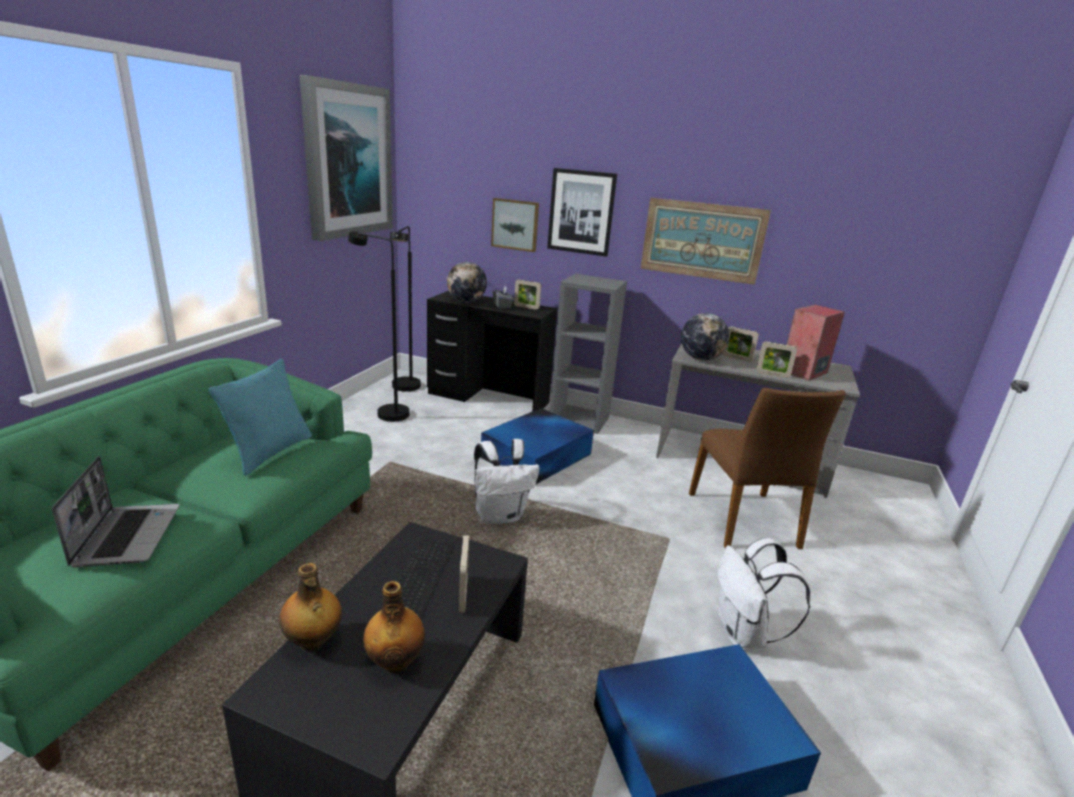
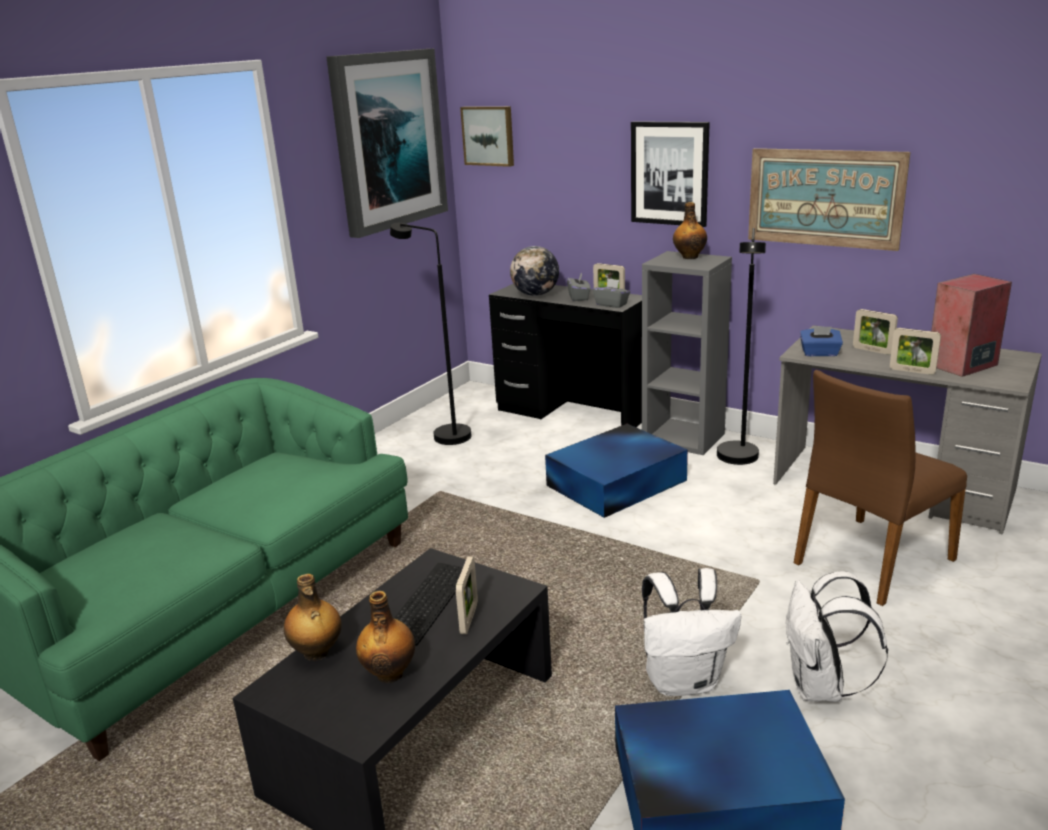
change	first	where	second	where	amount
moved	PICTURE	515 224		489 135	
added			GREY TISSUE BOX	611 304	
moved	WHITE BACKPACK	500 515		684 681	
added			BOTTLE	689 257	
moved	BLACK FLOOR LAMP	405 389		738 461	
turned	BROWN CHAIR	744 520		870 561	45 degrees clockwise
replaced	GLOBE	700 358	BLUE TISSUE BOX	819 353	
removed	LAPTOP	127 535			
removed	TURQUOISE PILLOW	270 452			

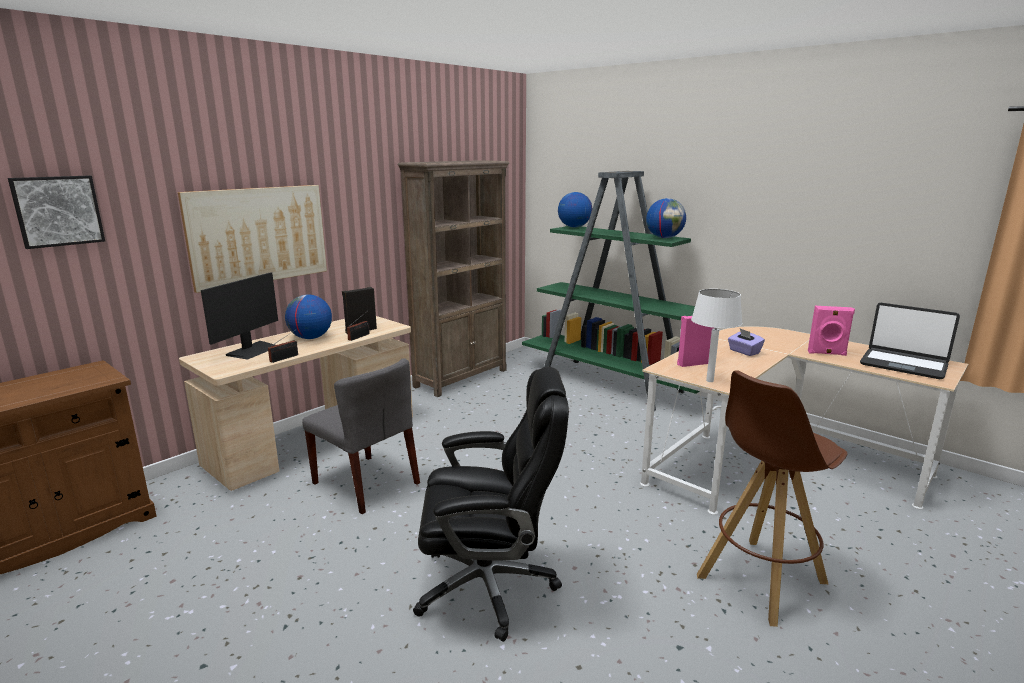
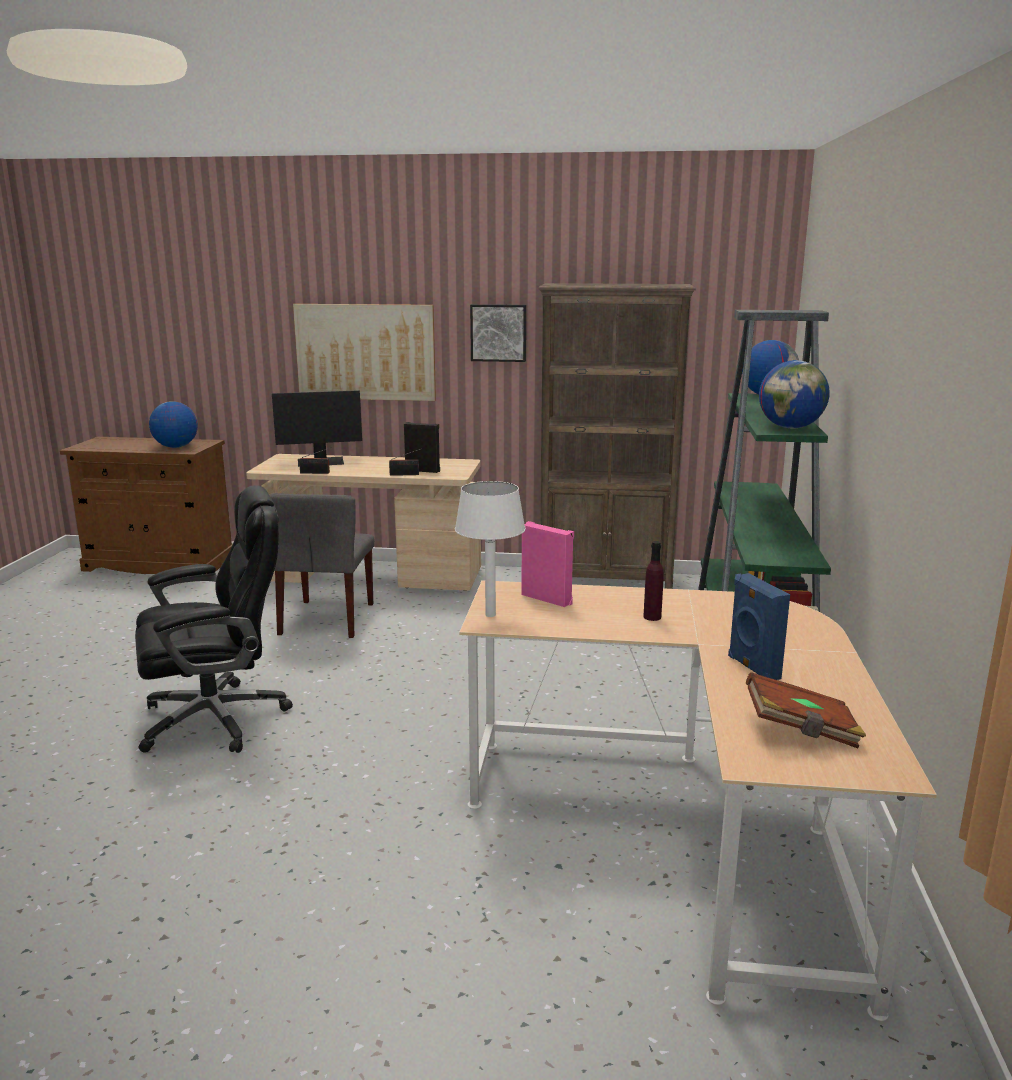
change	first	where	second	where	amount
turned	BLACK OFFICE CHAIR	490 585		217 718	75 degrees counterclockwise
moved	GLOBE	310 338		175 447	
moved	PICTURE	58 211		498 332	
replaced	PURPLE TISSUE BOX	744 352	PURPLE BOTTLE	652 617	
recoloured	PINK SPEAKER	827 353	BLUE SPEAKER	752 668	
replaced	LAPTOP	903 364	BROWN BOOK	801 730	
removed	BROWN STOOL	760 580			

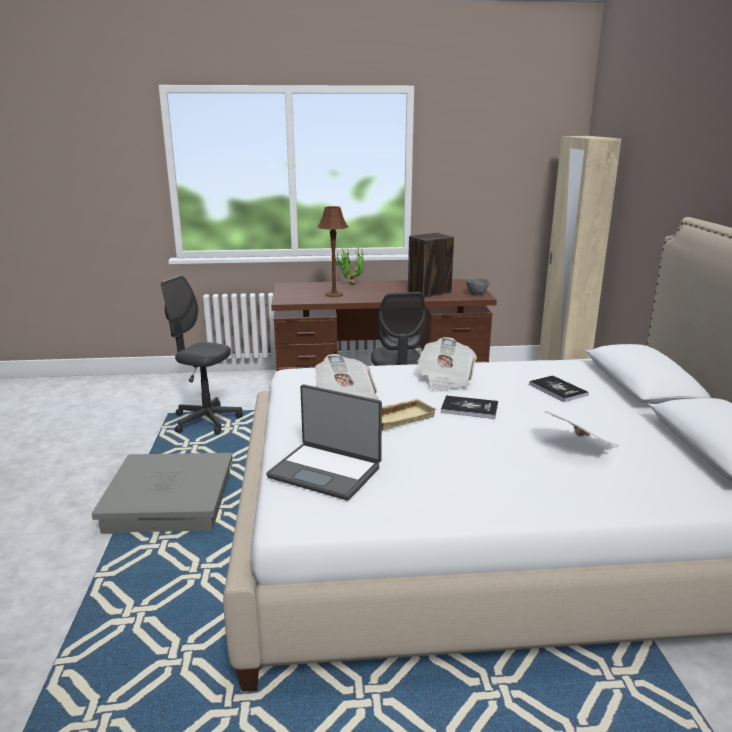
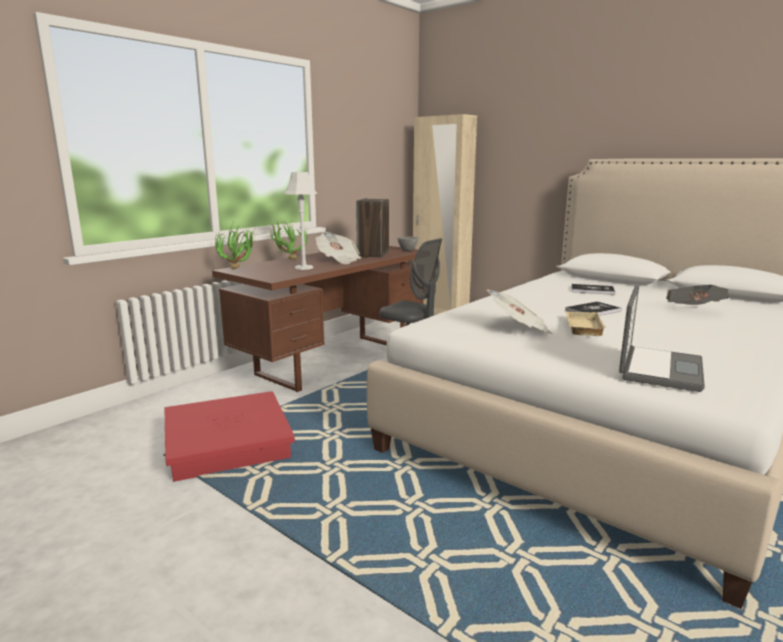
change	first	where	second	where	amount
replaced	GREY OFFICE CHAIR	206 421	RED STORAGE BOX	227 443	
added			POTTED PLANT	240 269	
recoloured	BROWN TABLE LAMP	334 294	GREY TABLE LAMP	304 267	
moved	NEWSPAPER	445 380		338 260	
turned	LAPTOP	326 471		658 369	45 degrees counterclockwise
removed	GREY STORAGE BOX	171 501			

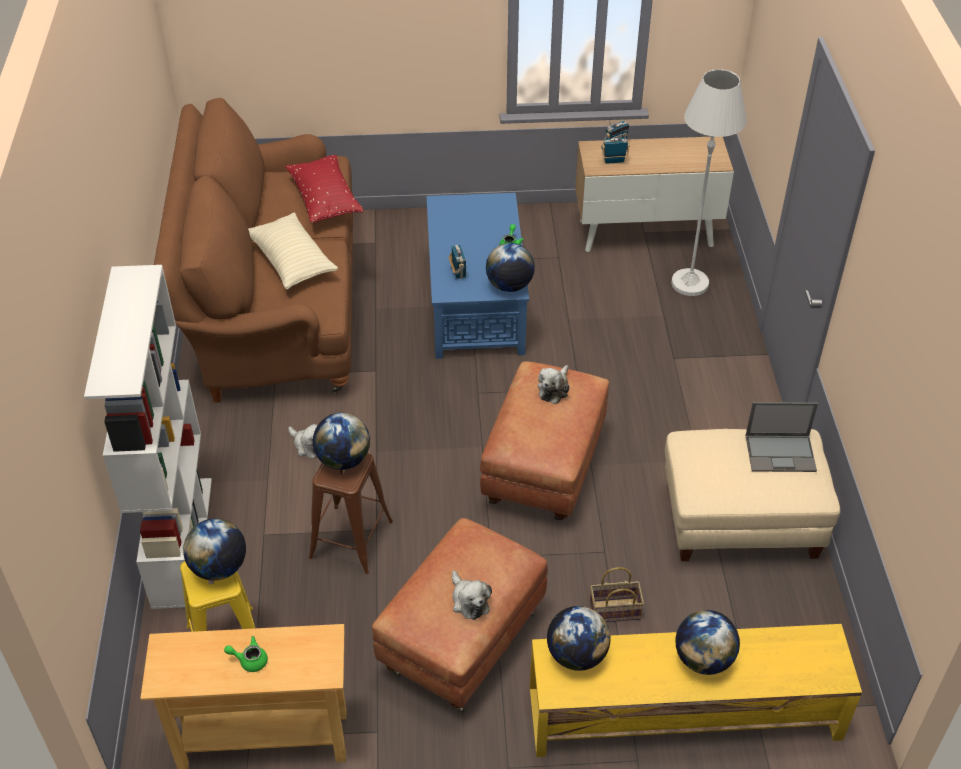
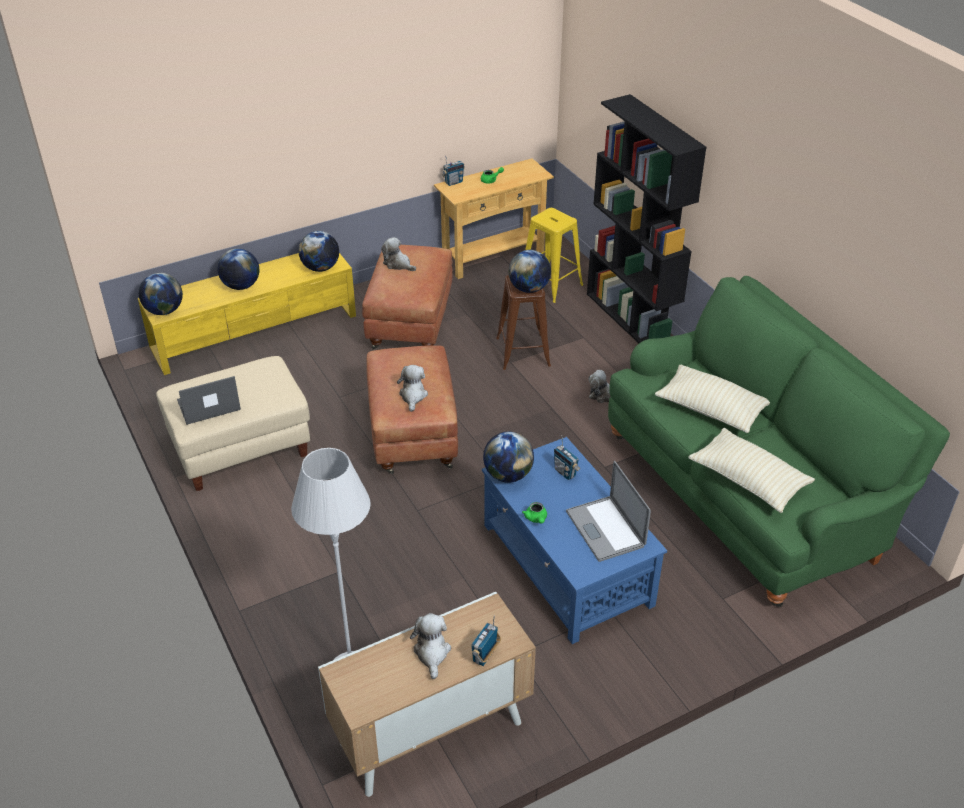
change	first	where	second	where	amount
moved	GLOBE	219 567		164 311	
added			PLUSH TOY	432 652	
moved	RADIO	614 161		453 182	
added			LAPTOP	605 528	
recoloured	WHITE BOOKCASE	181 541	BLACK BOOKCASE	632 319	
recoloured	BROWN SOFA	273 306	GREEN SOFA	747 493	
recoloured	RED PILLOW	325 199	BEIGE PILLOW	748 480	
removed	BASKET	613 612			

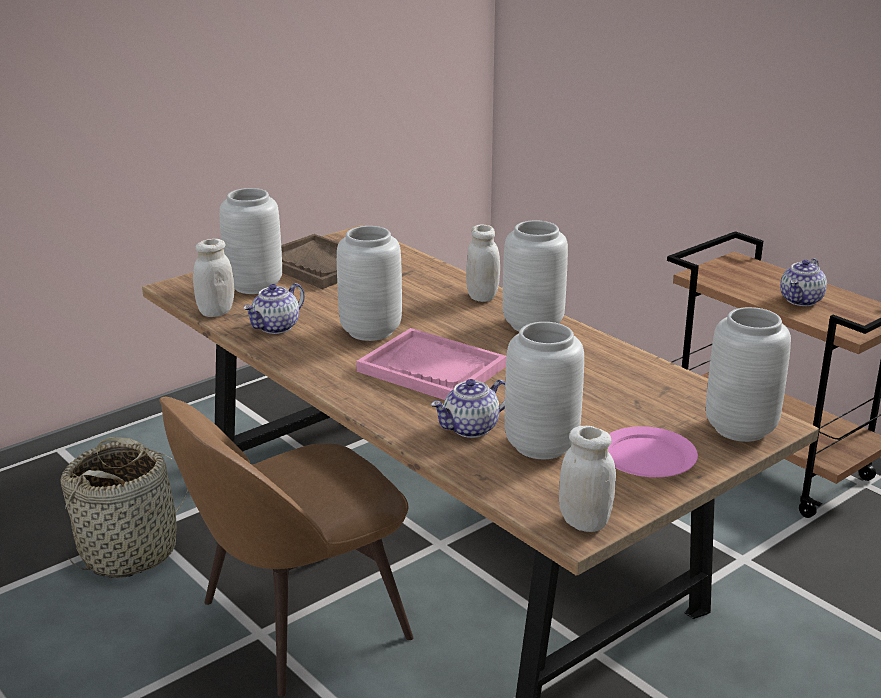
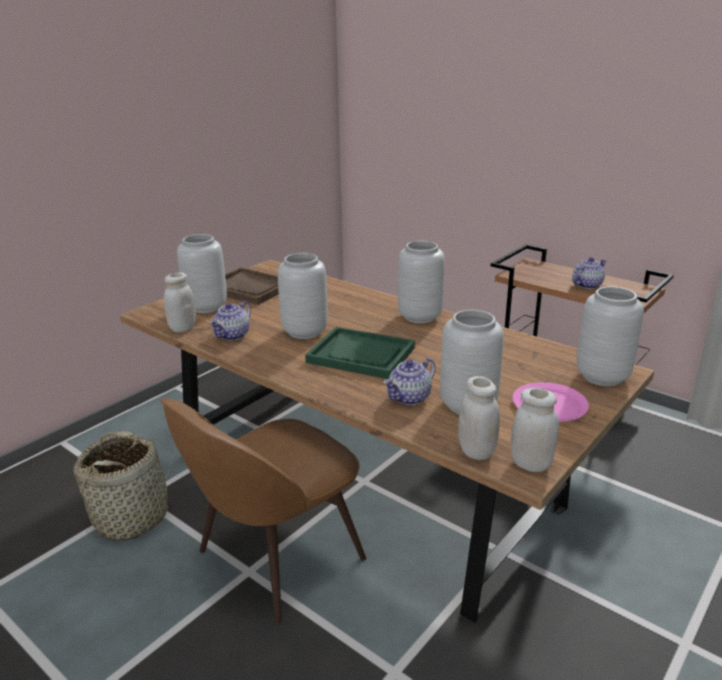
change	first	where	second	where	amount
recoloured	PINK TRAY	432 369	GREEN TRAY	361 355	
moved	WHITE JAR	482 297		476 451	
turned	TEAPOT	801 300		587 285	150 degrees counterclockwise

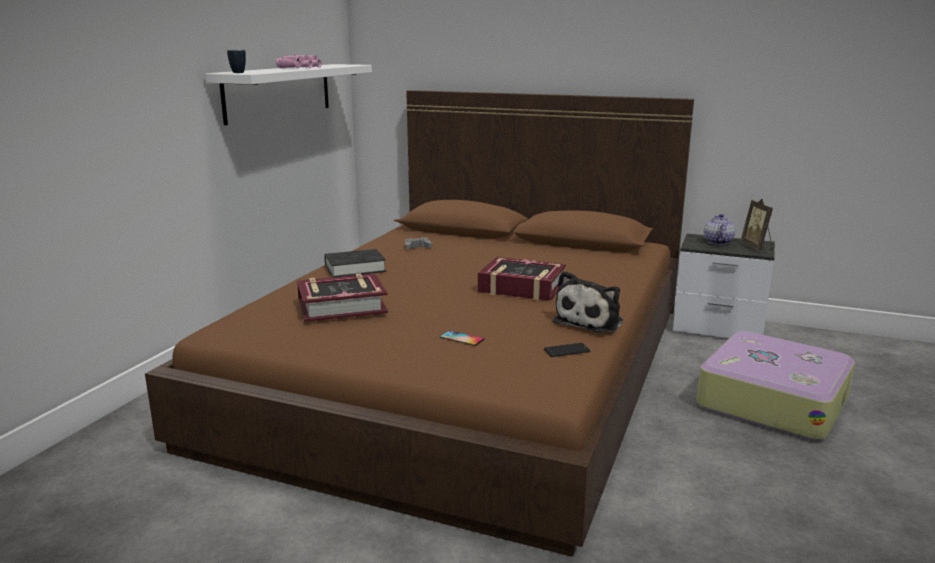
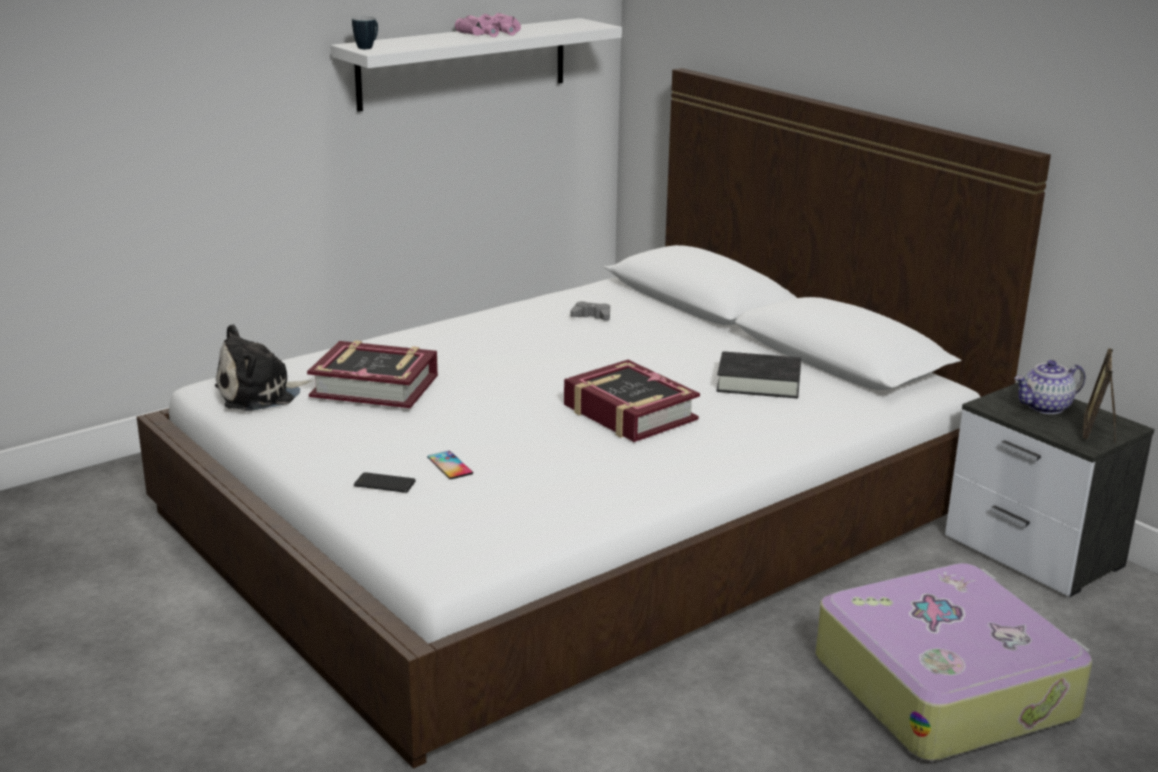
change	first	where	second	where	amount
recoloured	BROWN BED	468 368	WHITE BED	580 507	
moved	PLUSH TOY	591 321		261 394	
moved	PHONE	567 350		384 483	
moved	BLACK BOOK	355 268		758 382	
turned	TEAPOT	717 242		1045 407	150 degrees counterclockwise

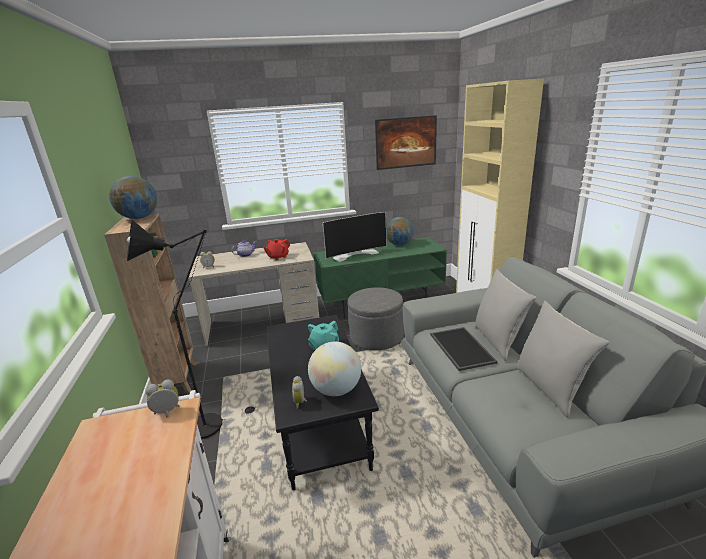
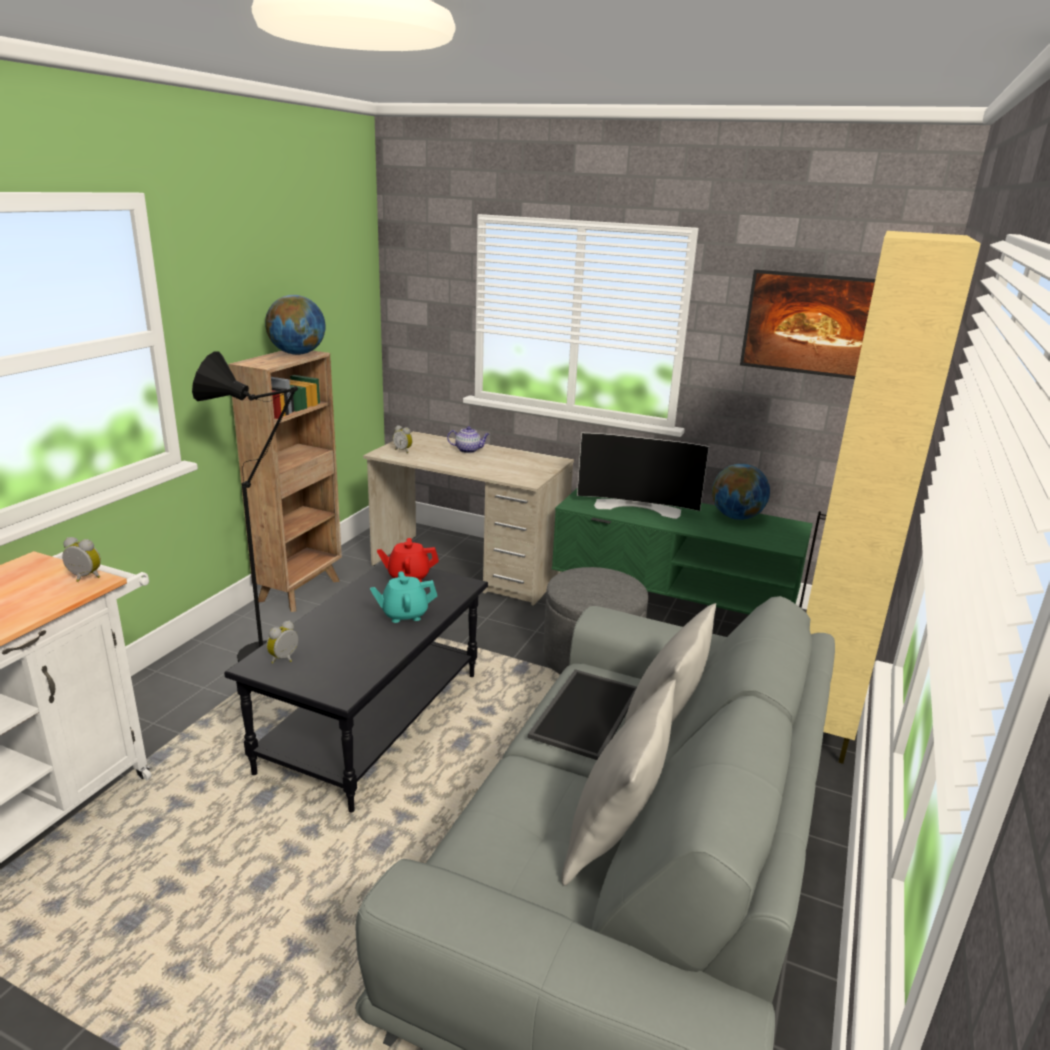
change	first	where	second	where	amount
moved	RED TEAPOT	278 257		408 577	
removed	GLOBE	336 390			

